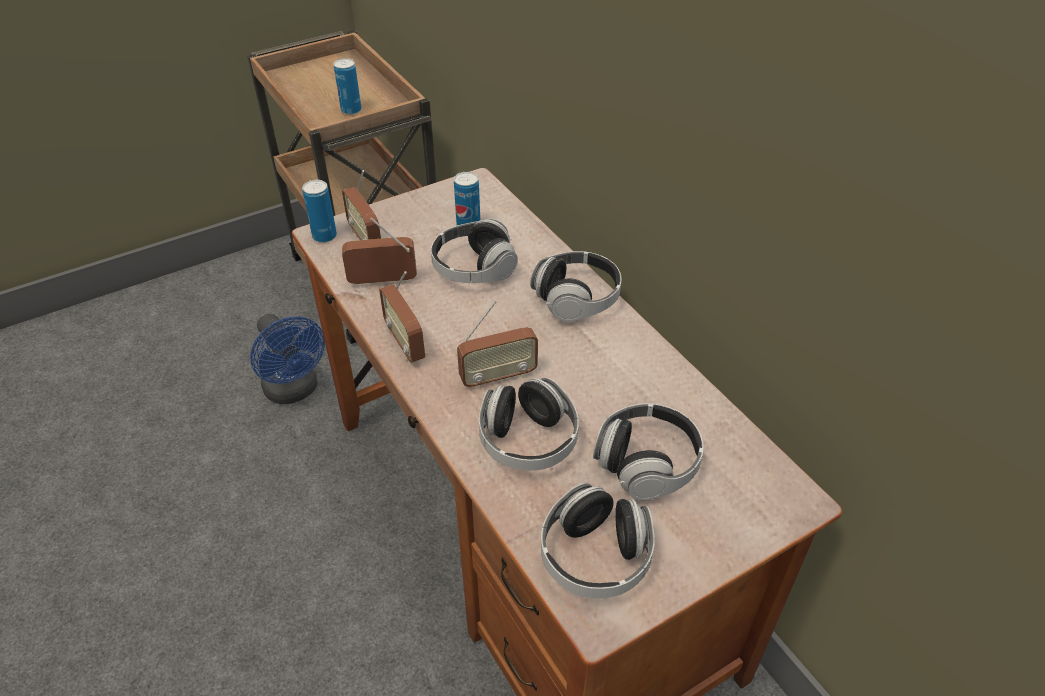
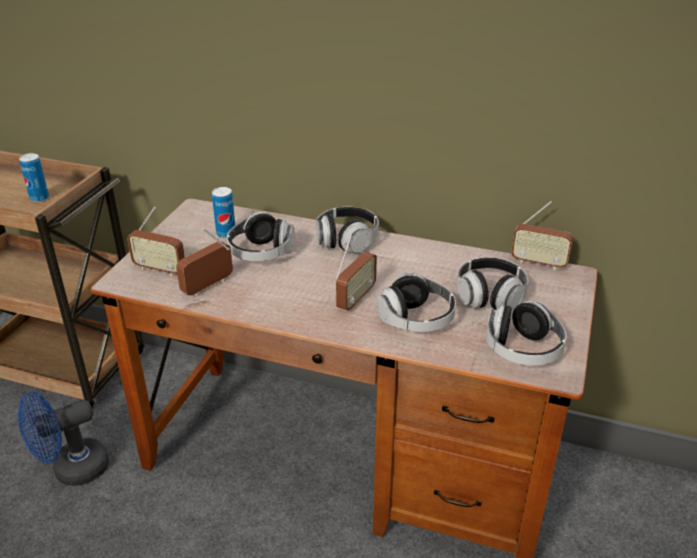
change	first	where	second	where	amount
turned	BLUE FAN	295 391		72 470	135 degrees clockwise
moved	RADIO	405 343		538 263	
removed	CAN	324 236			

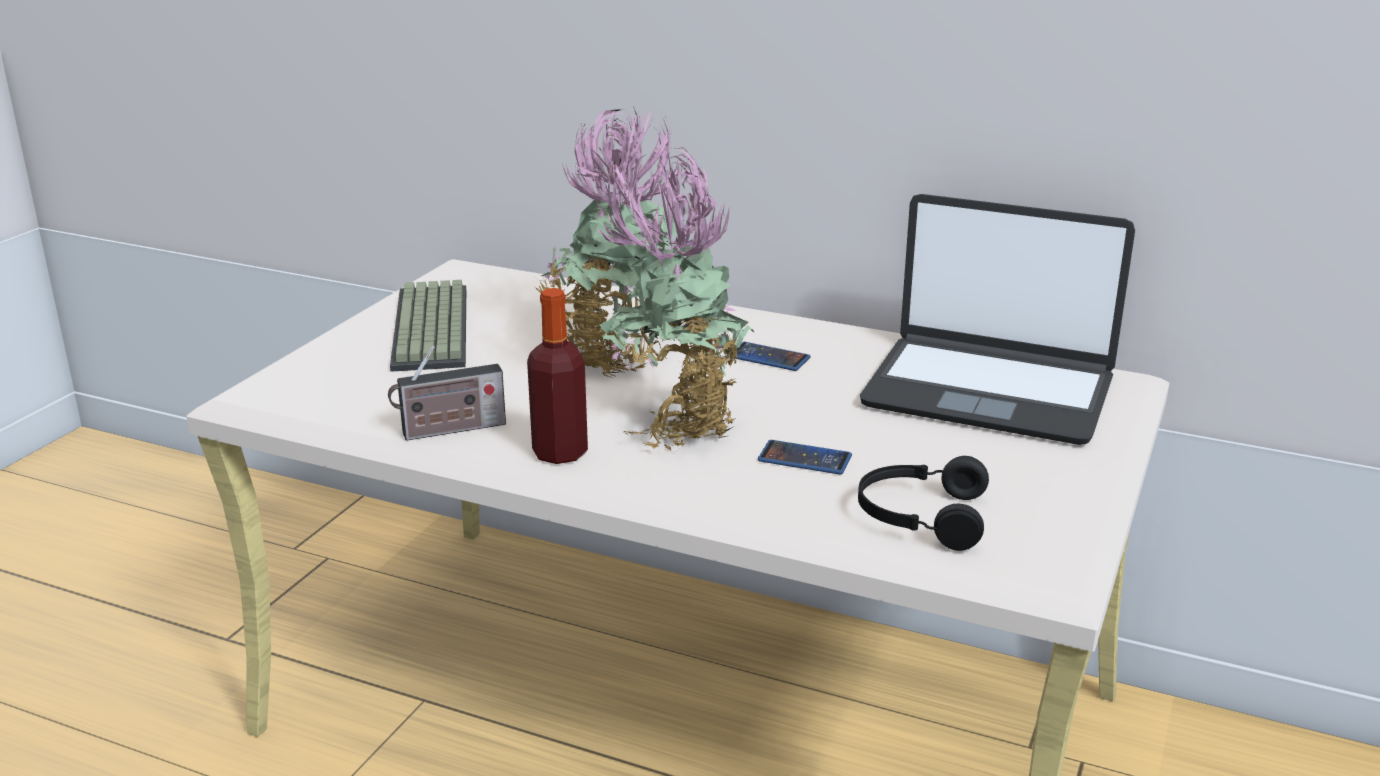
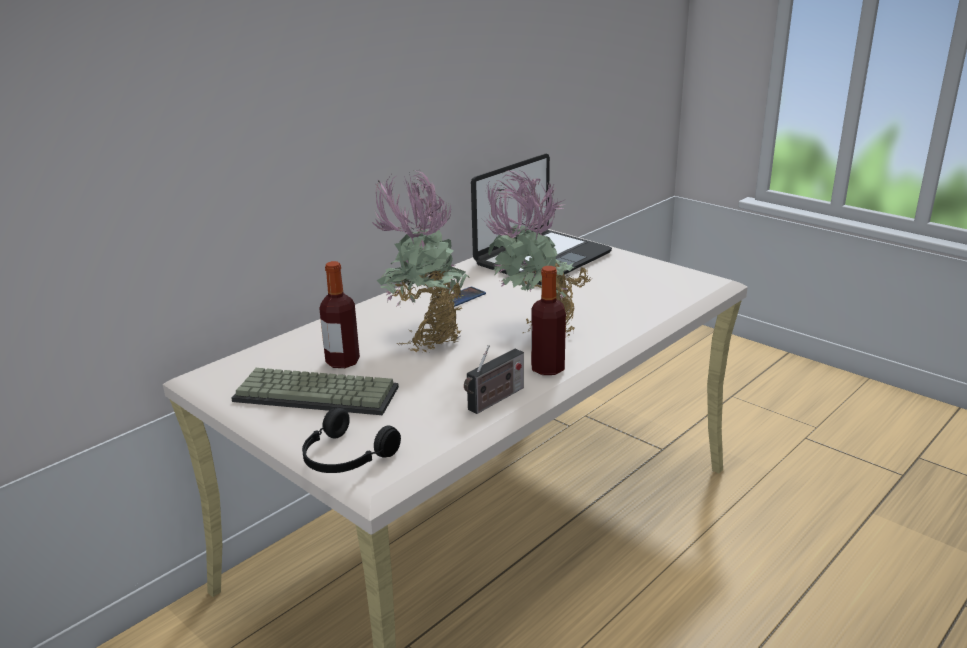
change	first	where	second	where	amount
moved	BLACK HEADPHONES	920 517		345 458	
added			BOTTLE	342 362	
turned	RADIO	449 430		494 400	45 degrees clockwise
removed	PHONE	804 459			

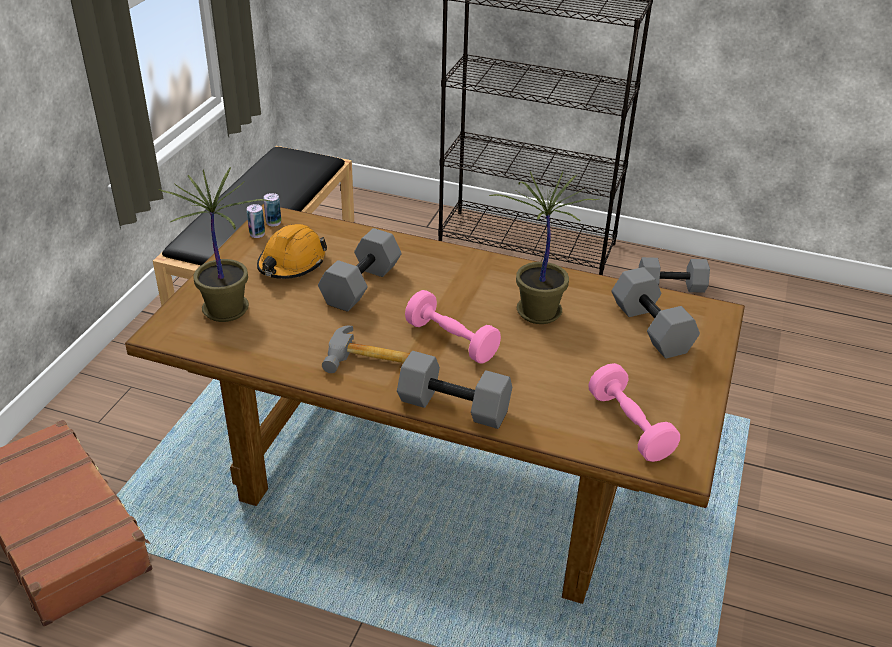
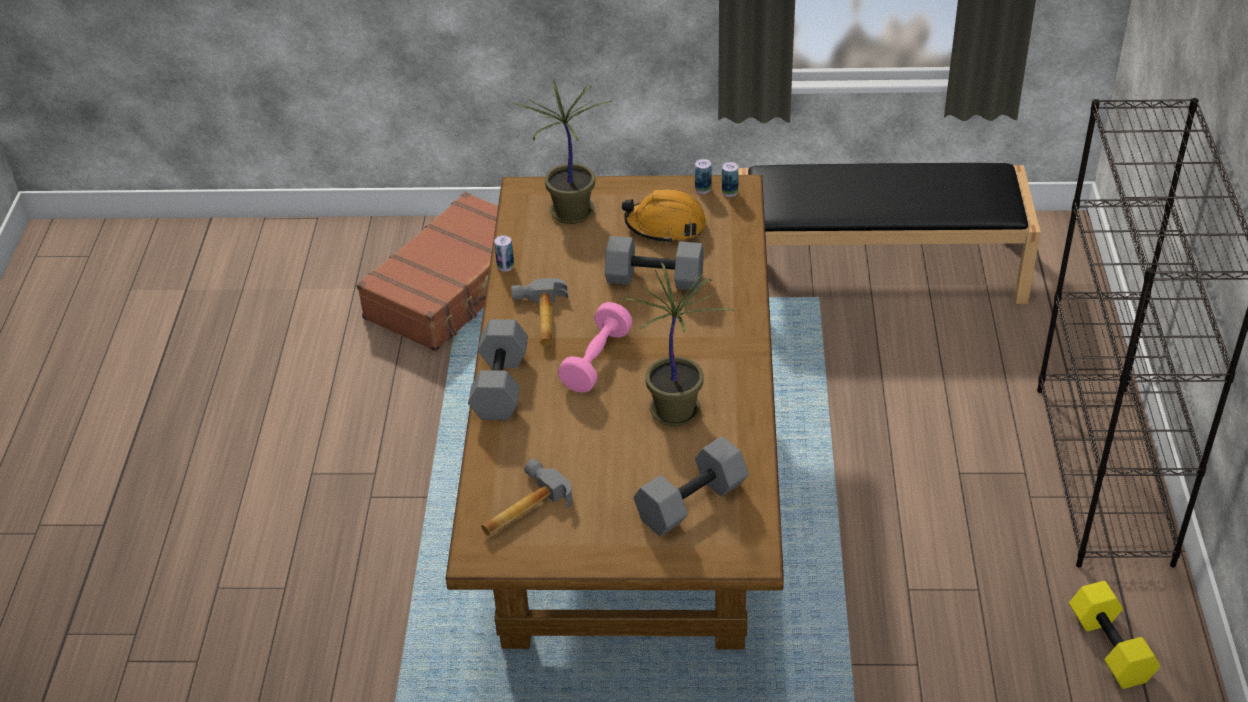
change	first	where	second	where	amount
replaced	PINK DUMBBELL	629 426	HAMMER	521 508	
added			CAN	505 266	
recoloured	GREY DUMBBELL	671 286	YELLOW DUMBBELL	1111 648	

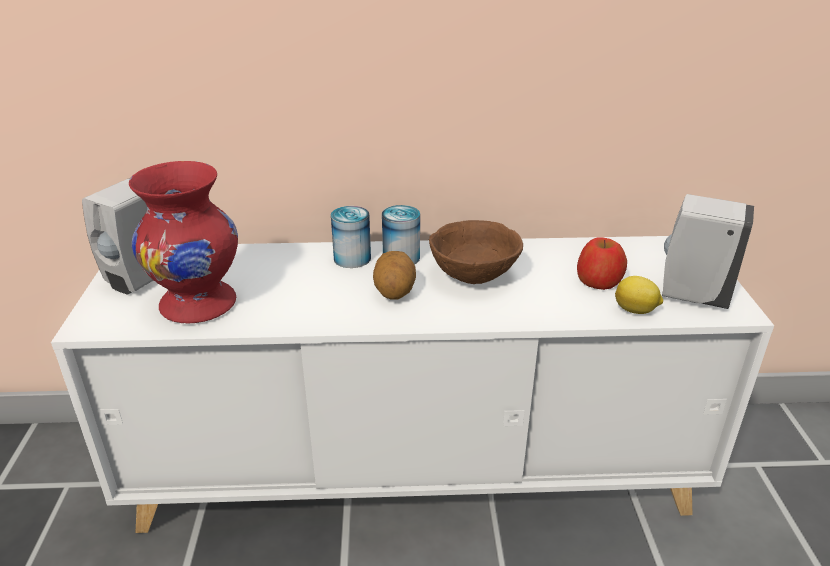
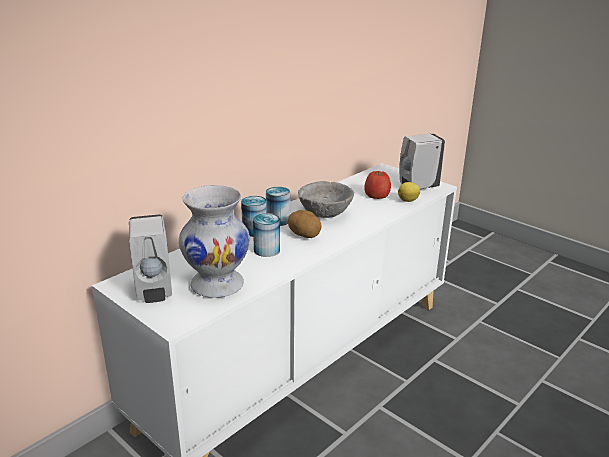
change	first	where	second	where	amount
recoloured	RED VASE	200 304	WHITE VASE	217 284	
added			CAN	267 250	
recoloured	BROWN BOWL	473 276	GREY BOWL	325 214	

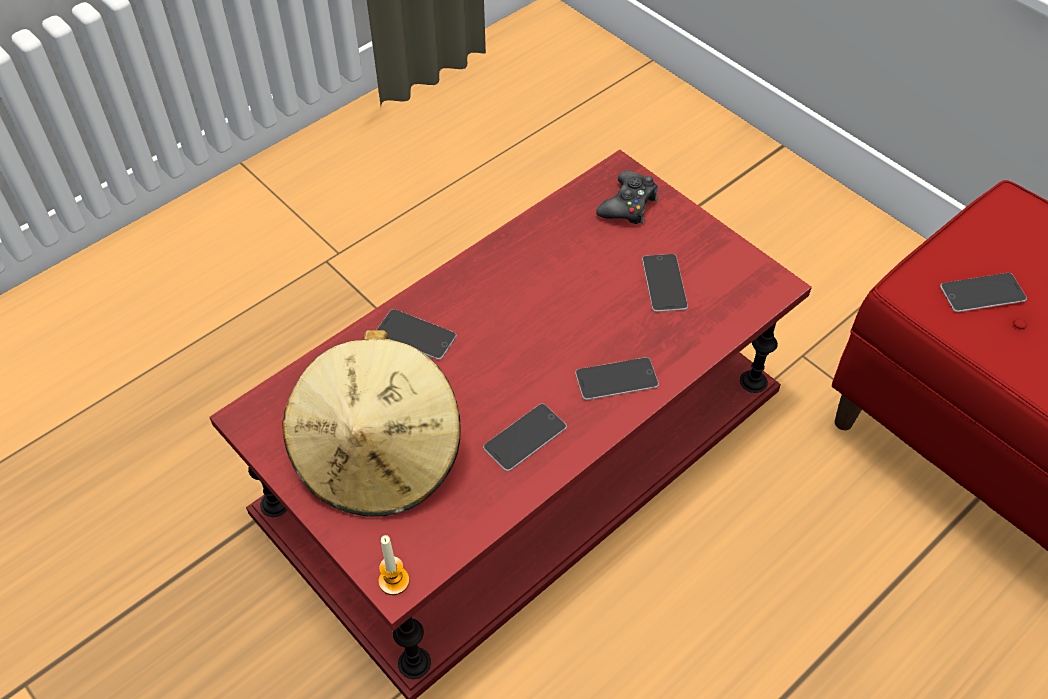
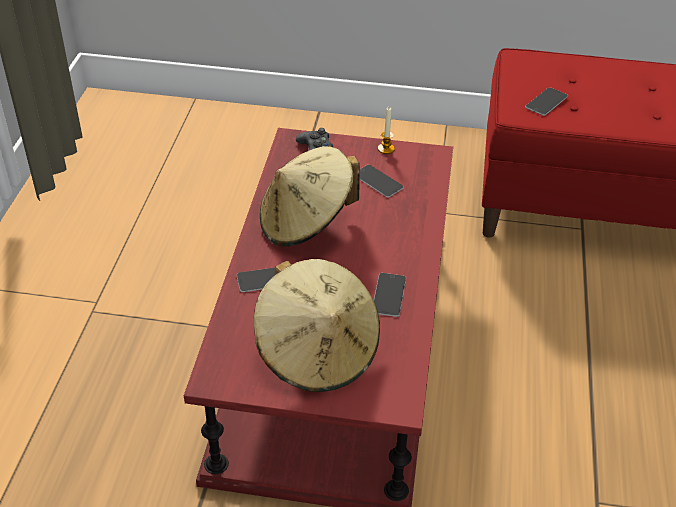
change	first	where	second	where	amount
added			BEIGE HAT	306 223	
moved	CANDLE	394 581		386 149	
removed	PHONE	616 379			

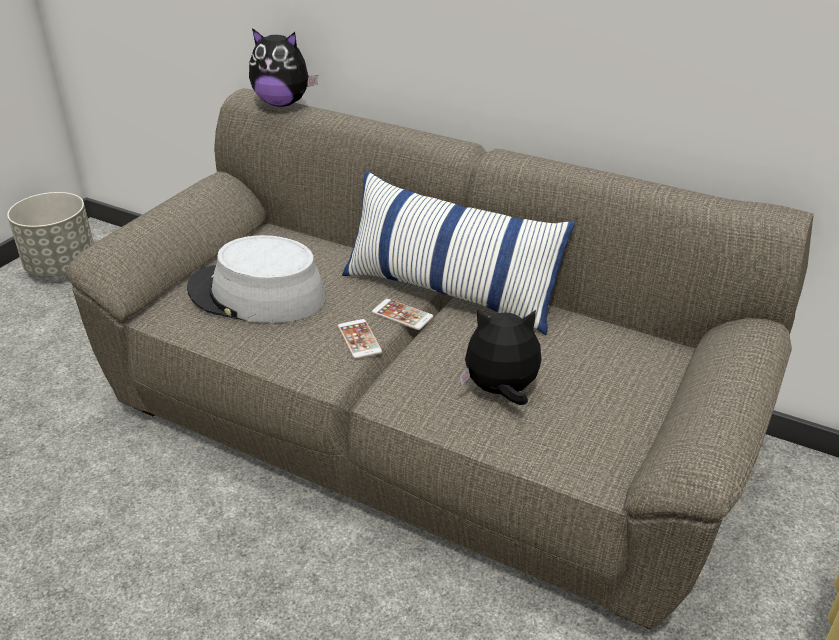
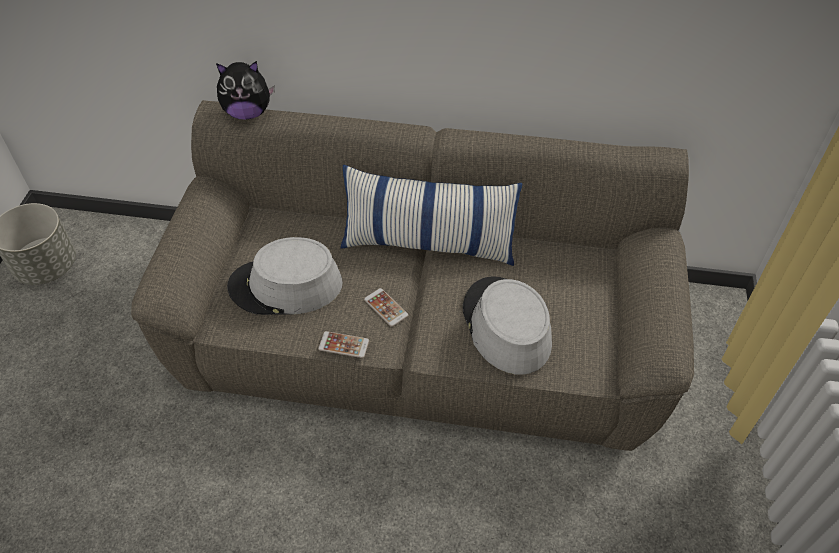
change	first	where	second	where	amount
moved	PHONE	402 315		343 345	
replaced	PLUSH TOY	501 392	GREY HAT	505 326	

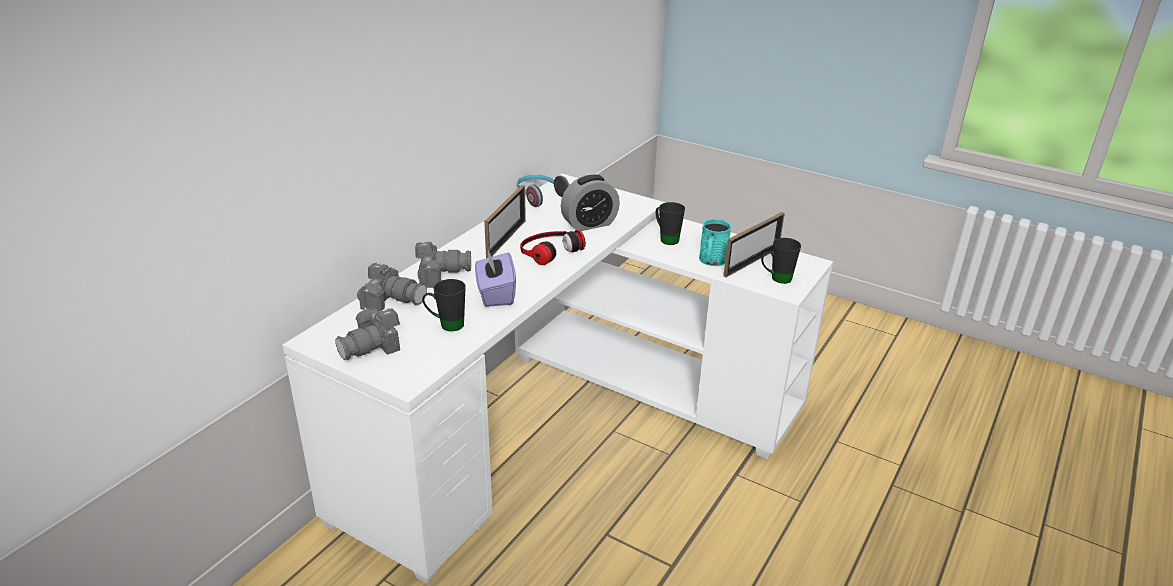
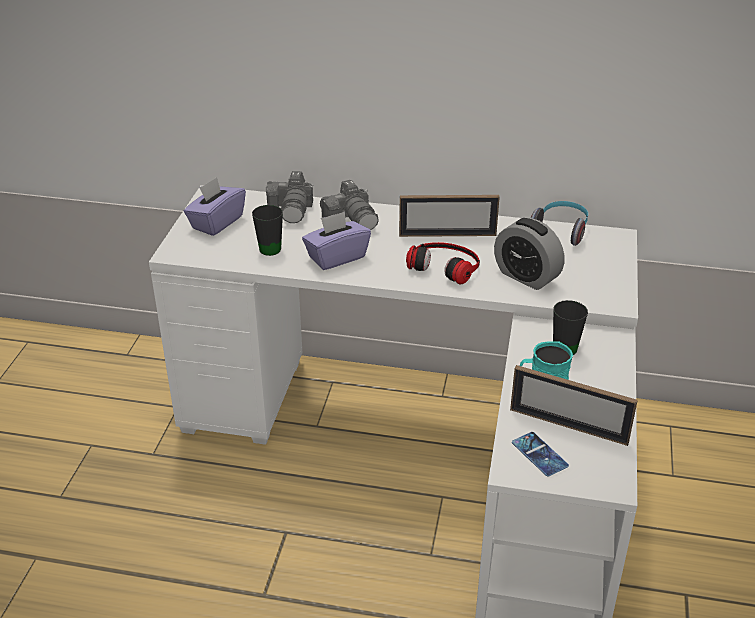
change	first	where	second	where	amount
replaced	PHOTO CAMERA	372 346	PURPLE TISSUE BOX	216 222	
replaced	BLACK MUG	776 279	PHONE	539 454	

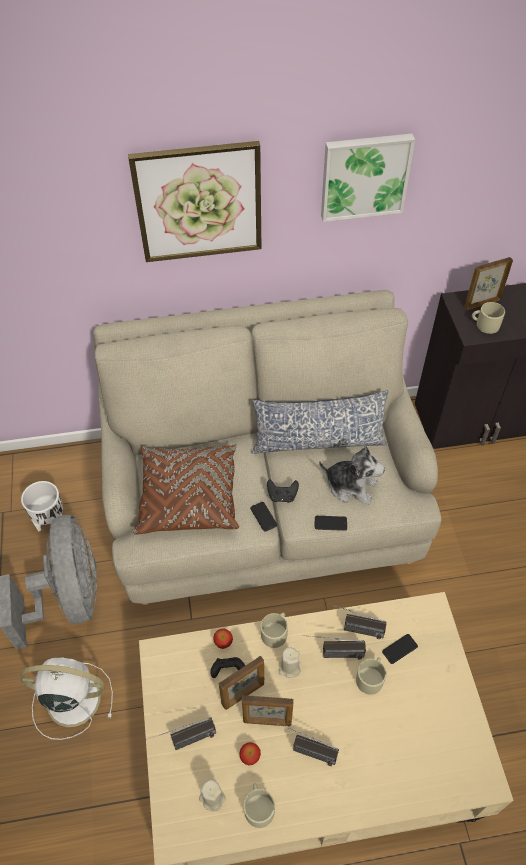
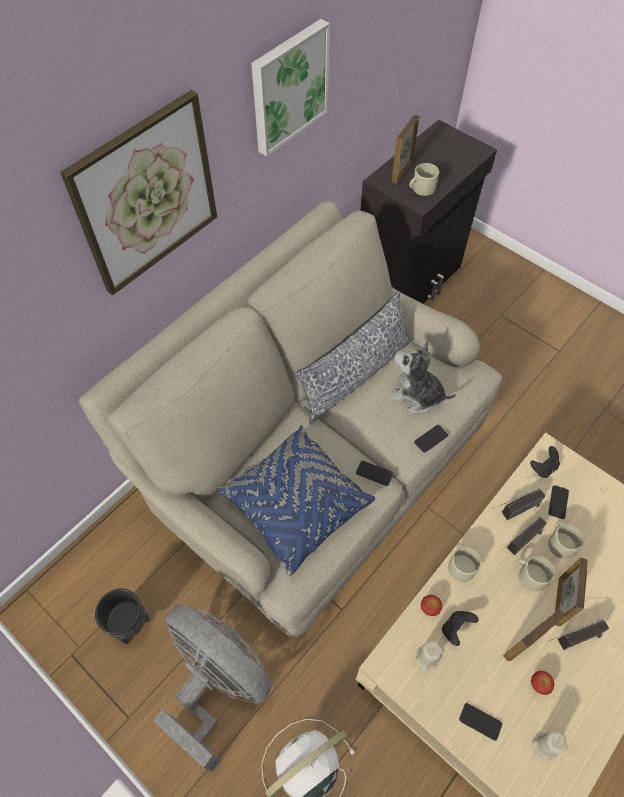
change	first	where	second	where	amount
recoloured	WHITE PLANTER	51 521	BLACK PLANTER	131 624	
recoloured	BROWN PILLOW	188 497	BLUE PILLOW	295 504	
turned	PLUSH TOY	351 485		417 395	135 degrees counterclockwise
moved	BEIGE CANDLE	289 667		427 658	
replaced	RADIO	183 742	PHONE	480 721	
moved	BEIGE MUG	258 806		529 575	
moved	BLACK GAME CONTROLLER	282 496		543 467	
moved	PICTURE FRAME	243 694		560 602	

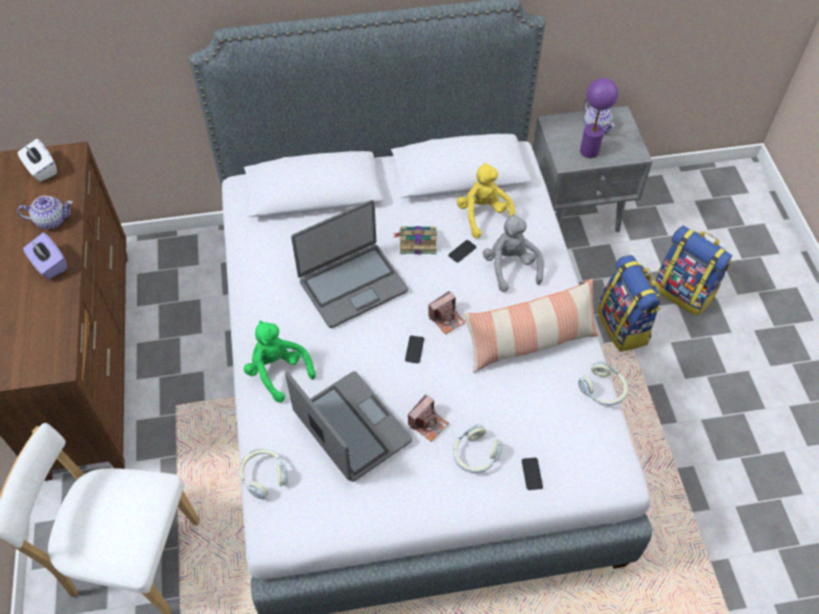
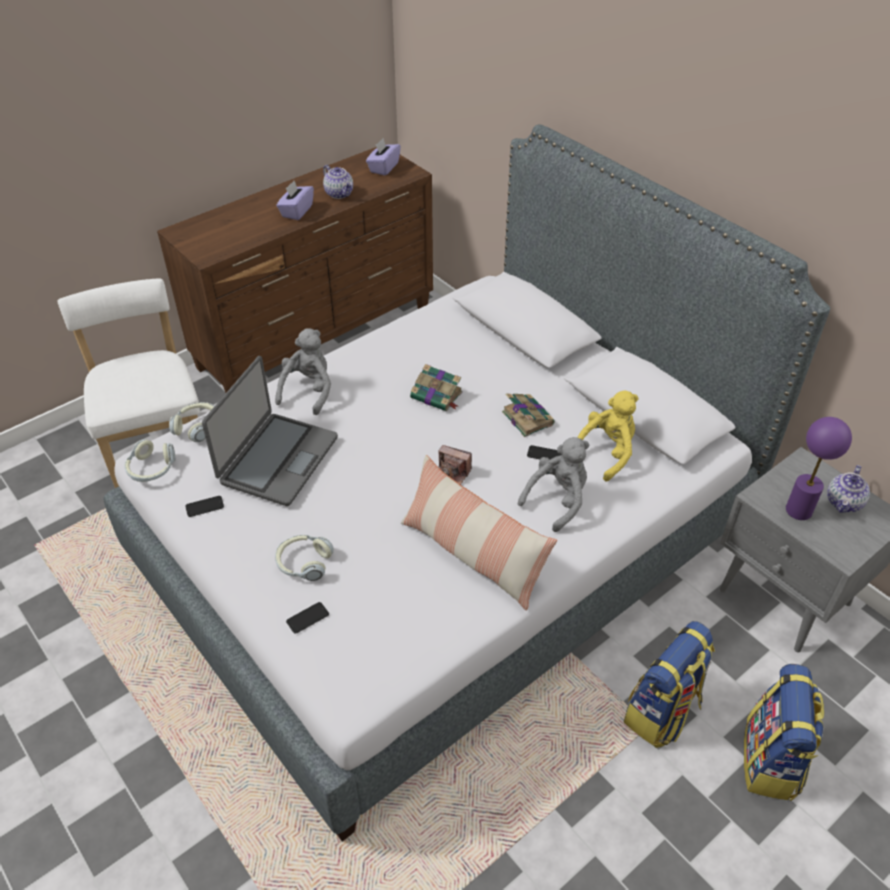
change	first	where	second	where	amount
moved	HEADPHONES	603 390		151 469	
moved	PHONE	414 349		204 507	
recoloured	GREEN PLUSH TOY	278 371	GREY PLUSH TOY	308 391	
recoloured	WHITE TISSUE BOX	41 169	PURPLE TISSUE BOX	383 168	
replaced	LAPTOP	352 285	BOOK	437 396	
removed	PHOTO CAMERA	428 423			

